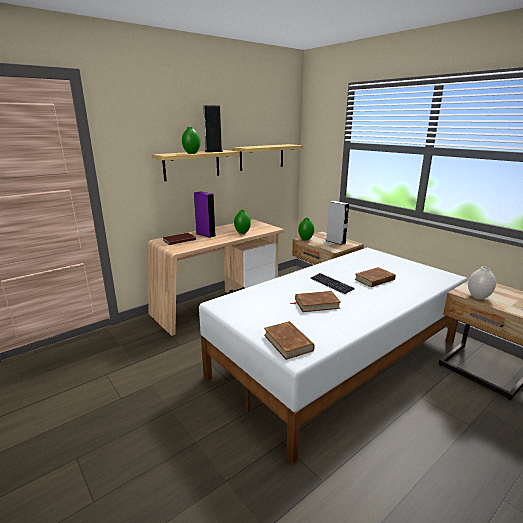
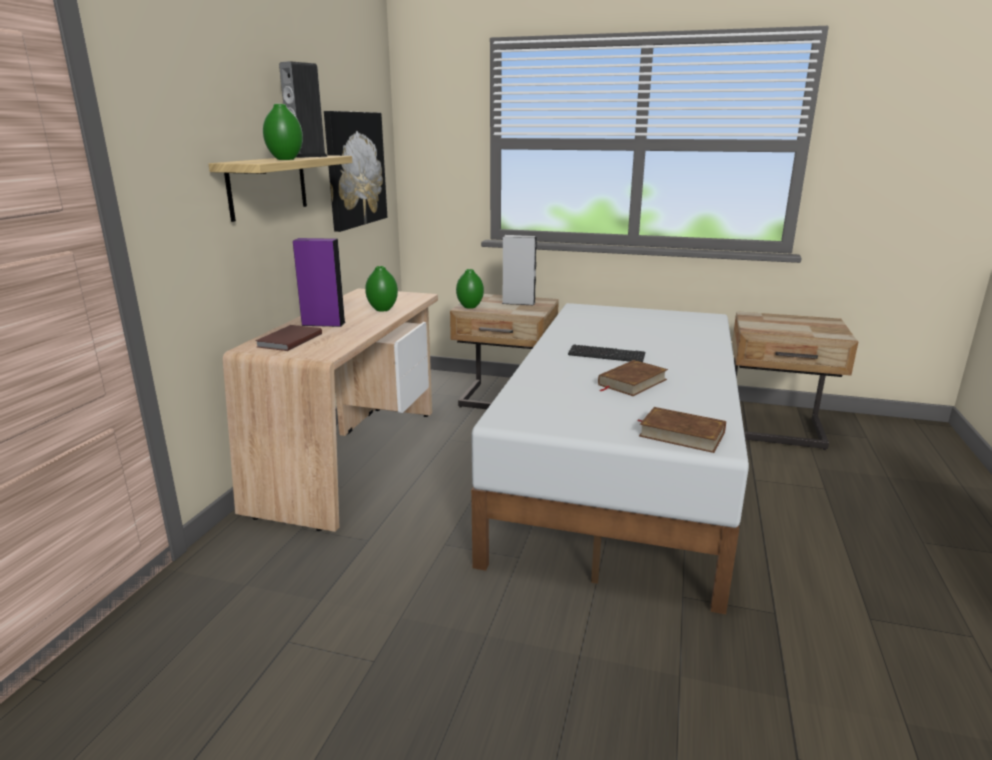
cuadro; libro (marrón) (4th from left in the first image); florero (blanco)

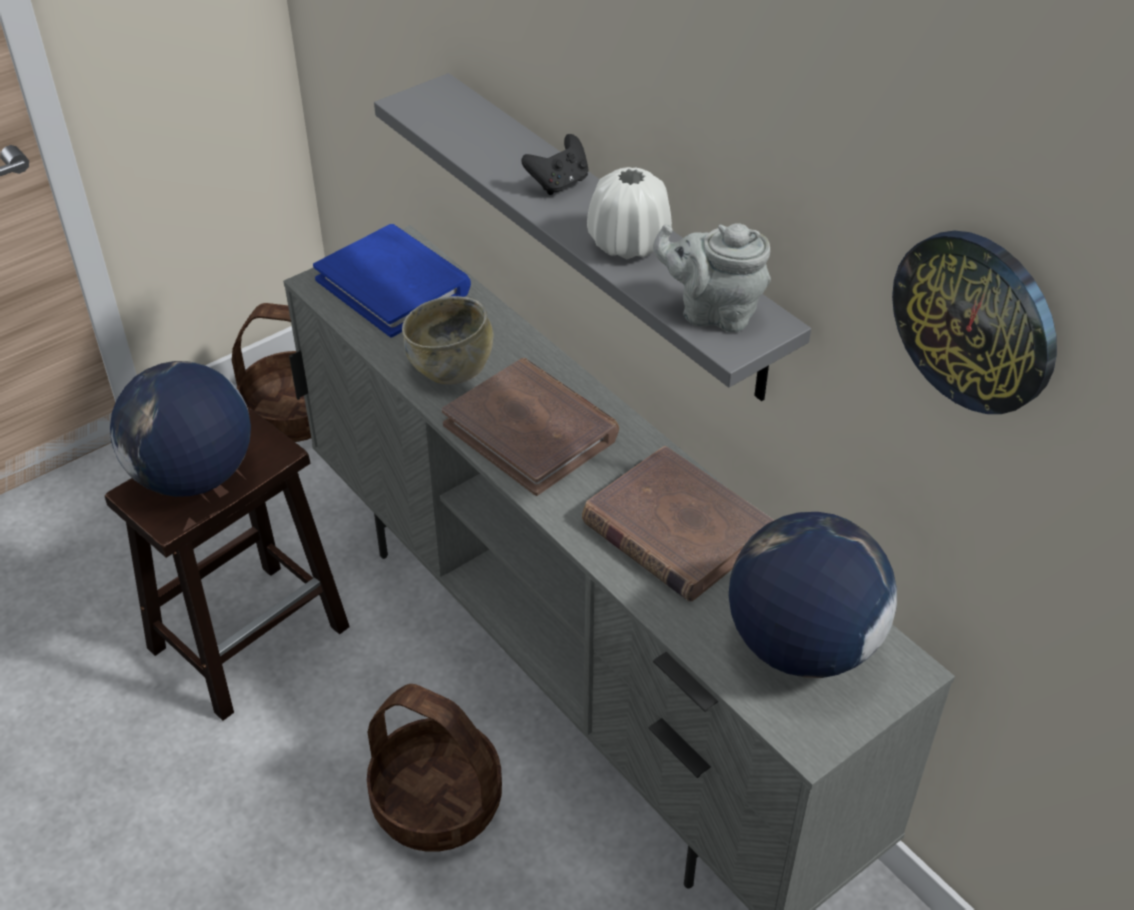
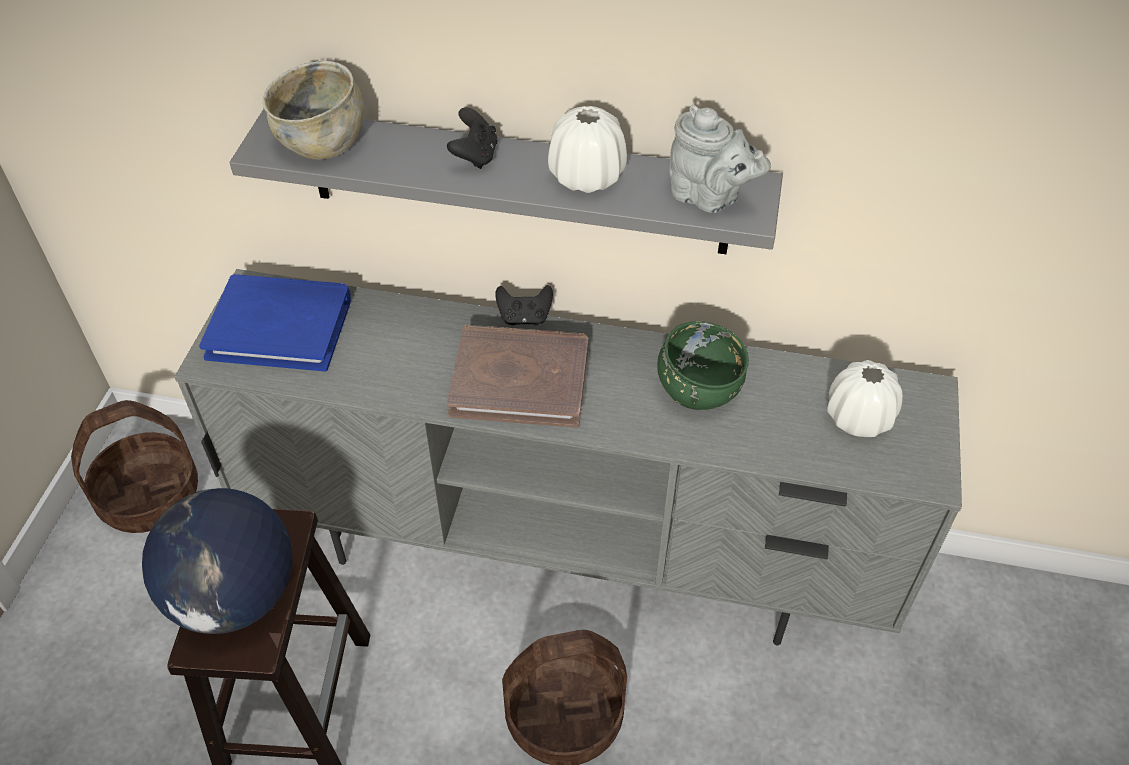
cuenco (beis); cuenco (verde); tetera (gris); florero (blanco) (2nd from left); reloj de pared; mando de consola (negro) (2nd from left)

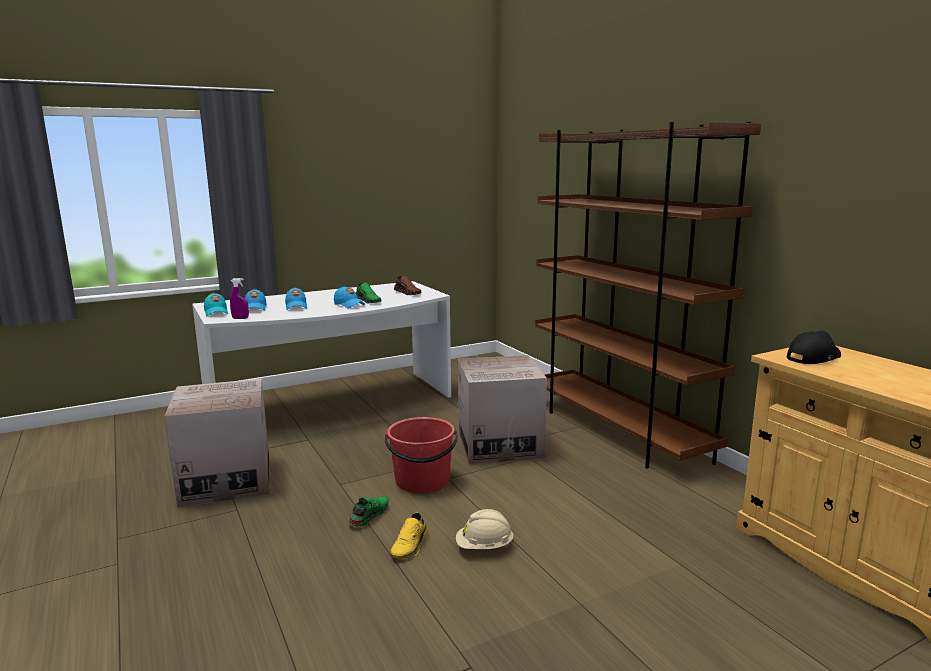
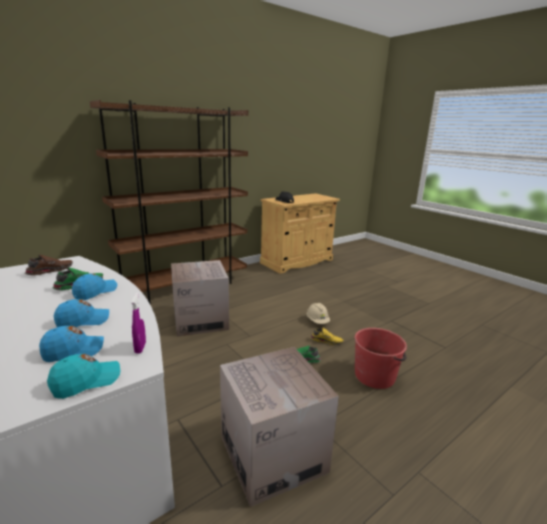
cubo (rojo)

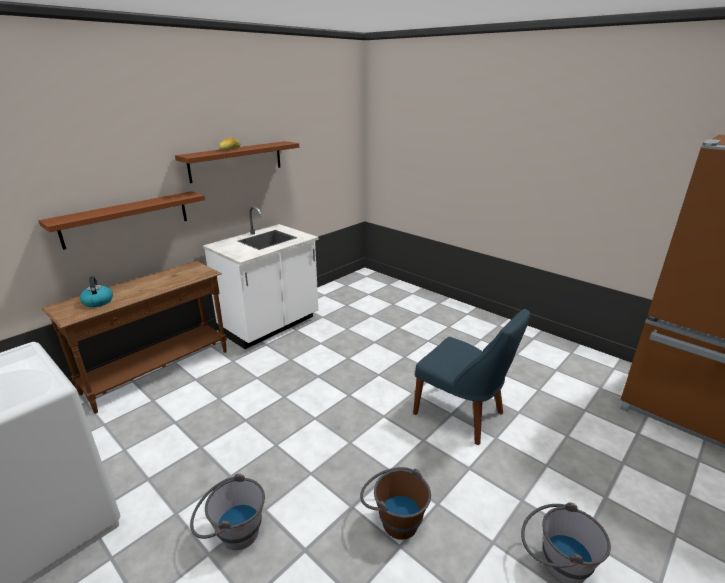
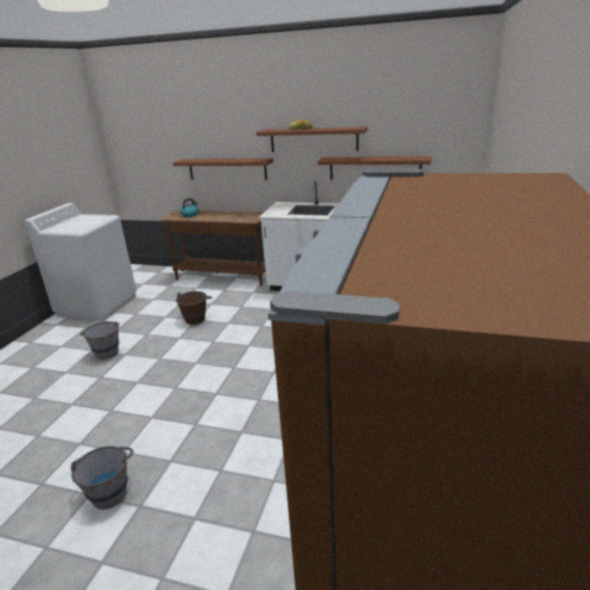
cubo (marrón); silla (azul); estante (marrón) (3rd from left)

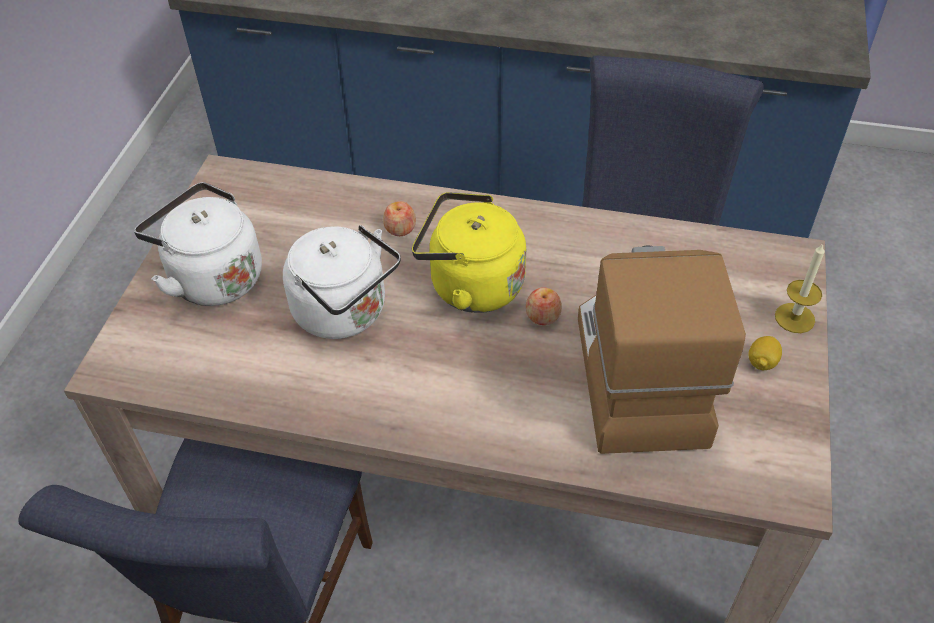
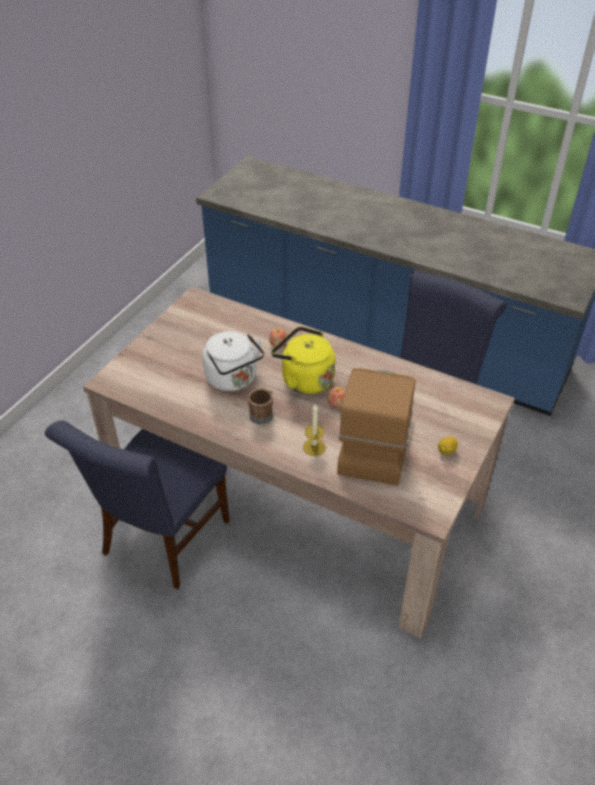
hervidor (blanco) (1st from left in the first image); vela; taza grande (marrón)

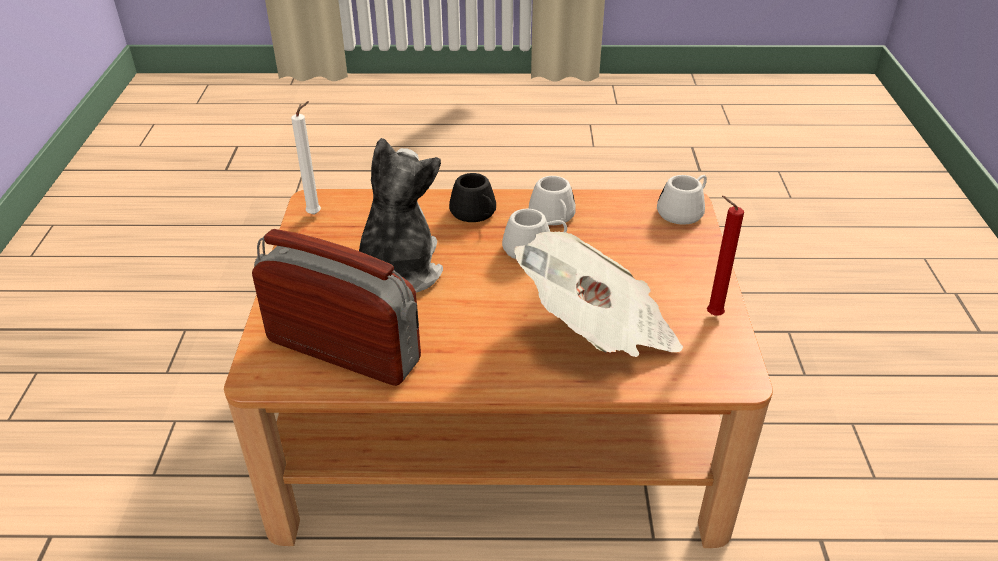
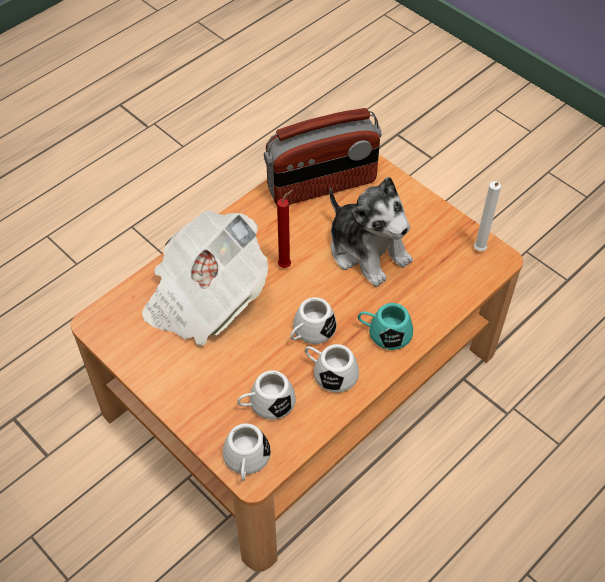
taza grande (turquesa); vela (rojo); taza grande (blanco) (2nd from left)

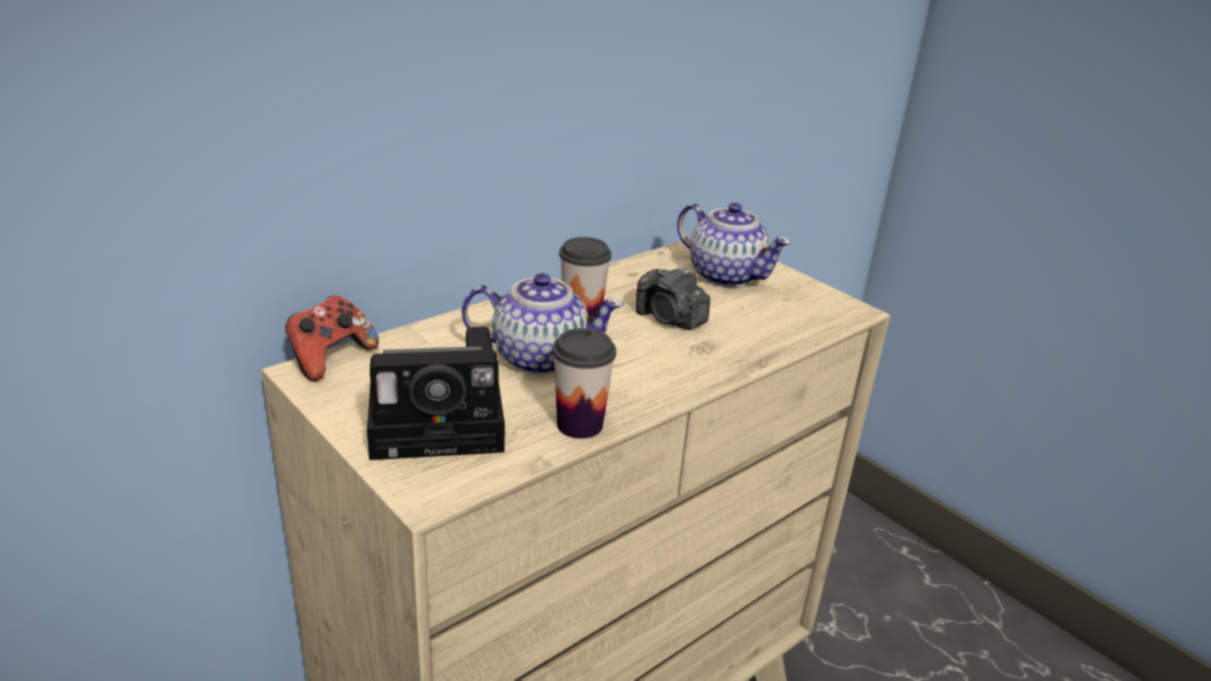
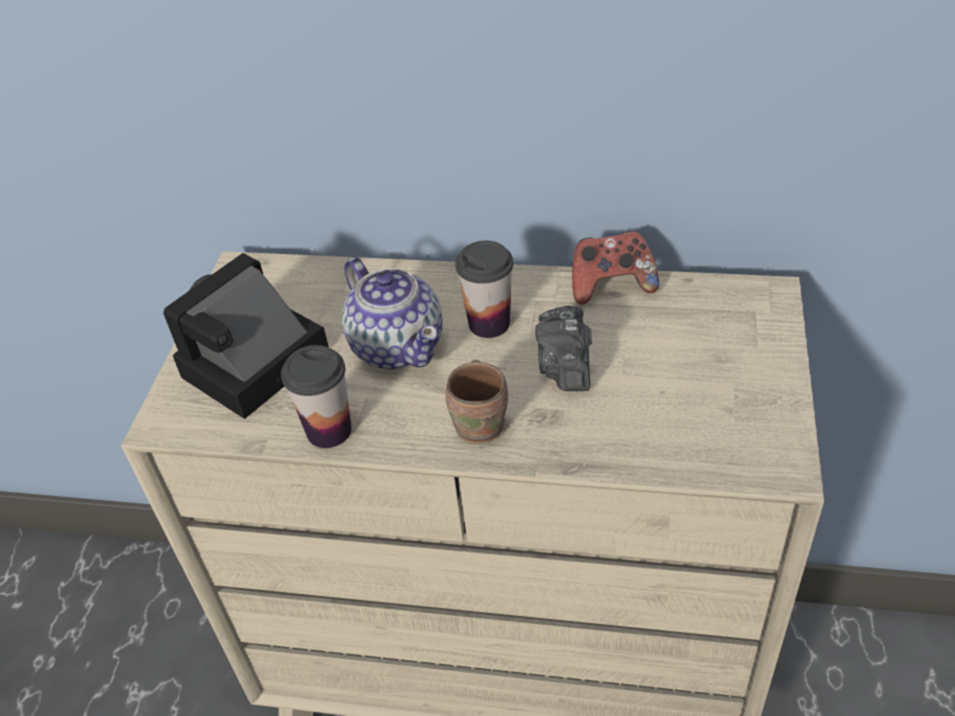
mando de consola; cámara (1st from left); tetera (2nd from left in the first image); taza grande (marrón)

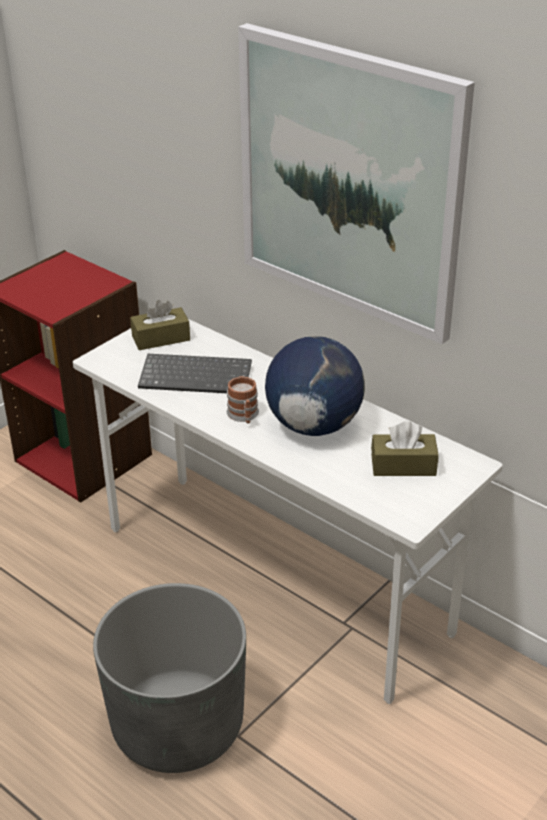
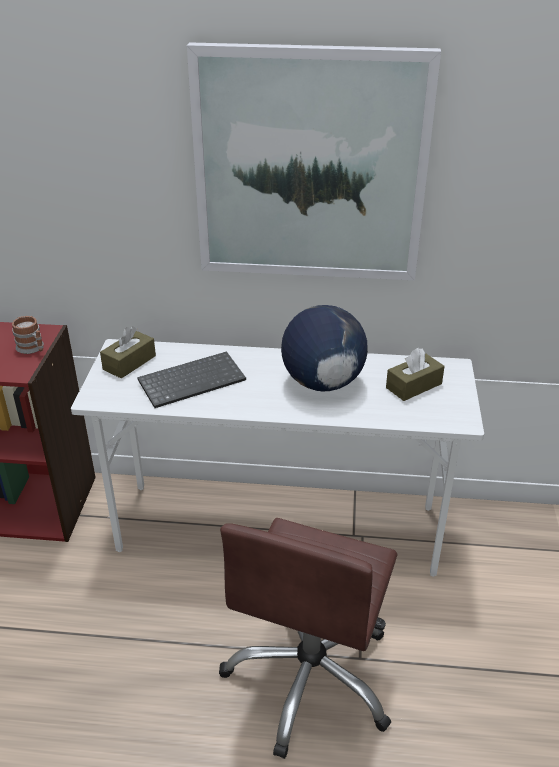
silla de oficina (marrón); taza grande

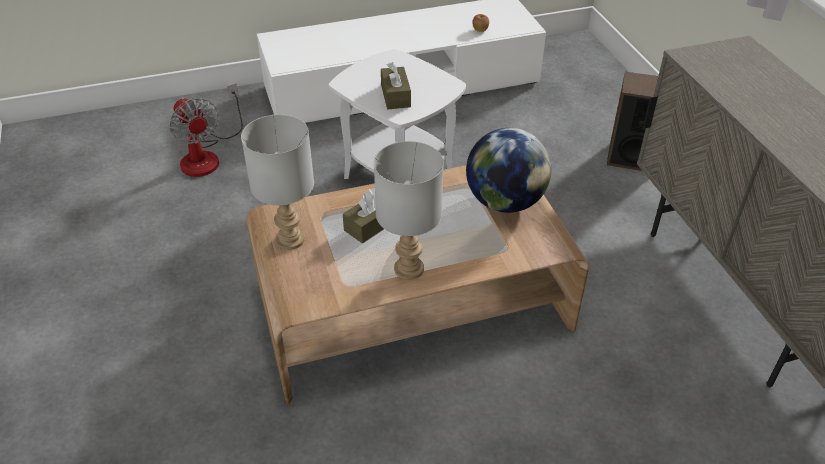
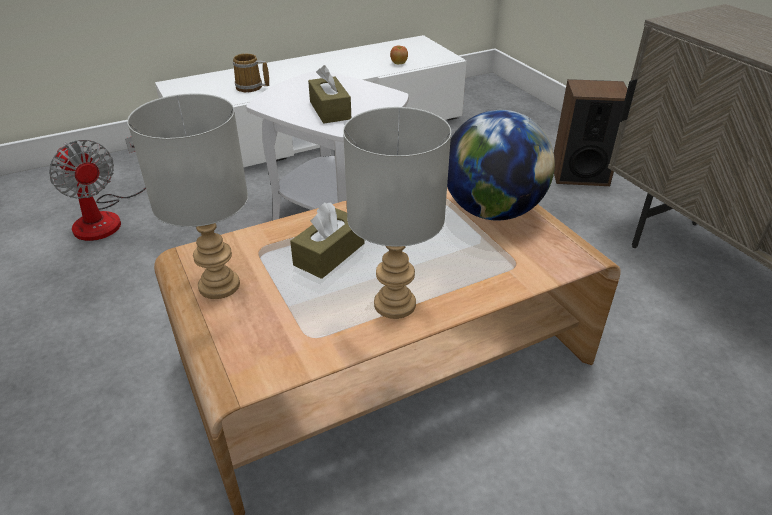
taza grande

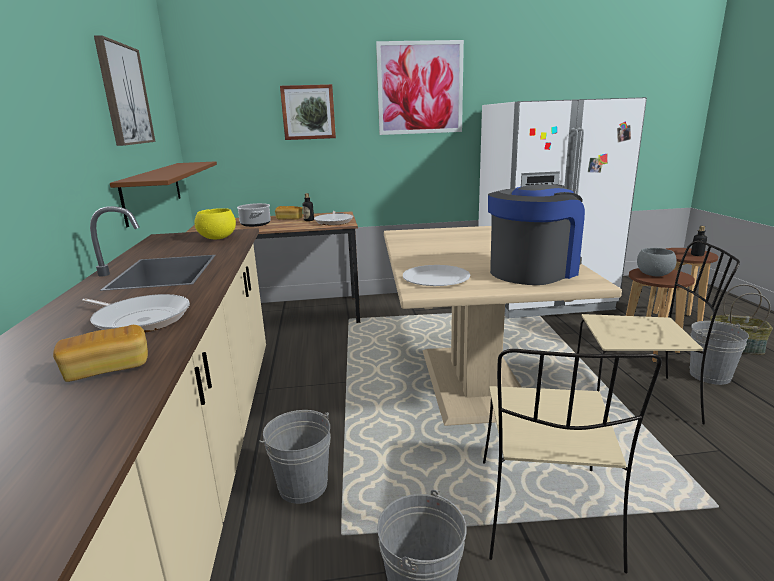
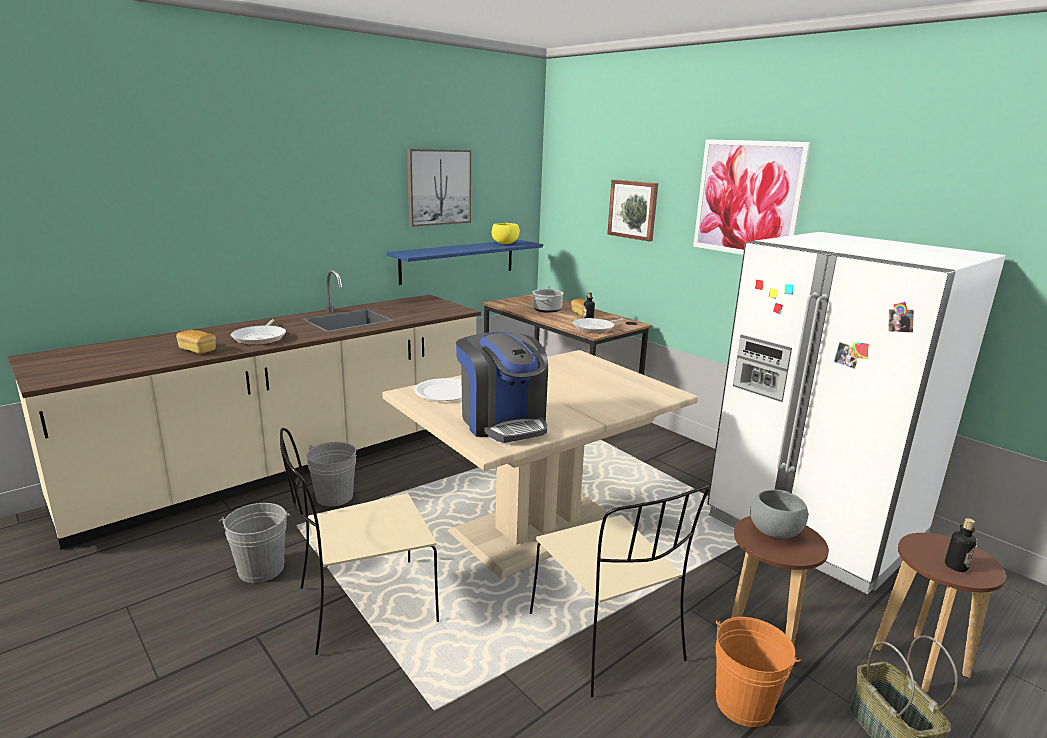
estante (azul); cuenco (amarillo); cafetera; cubo (naranja)

